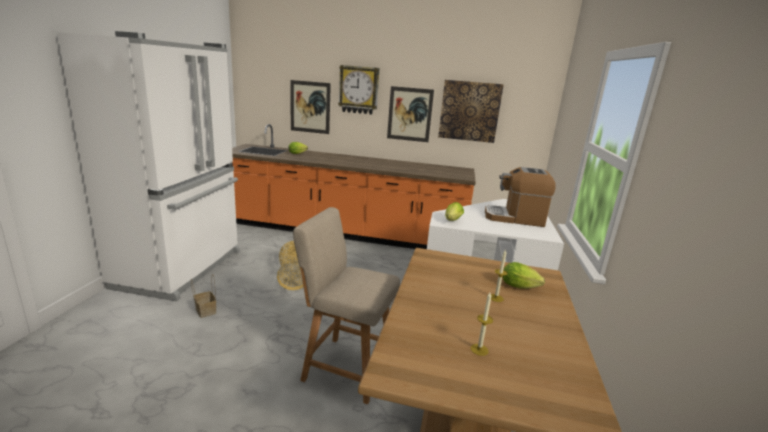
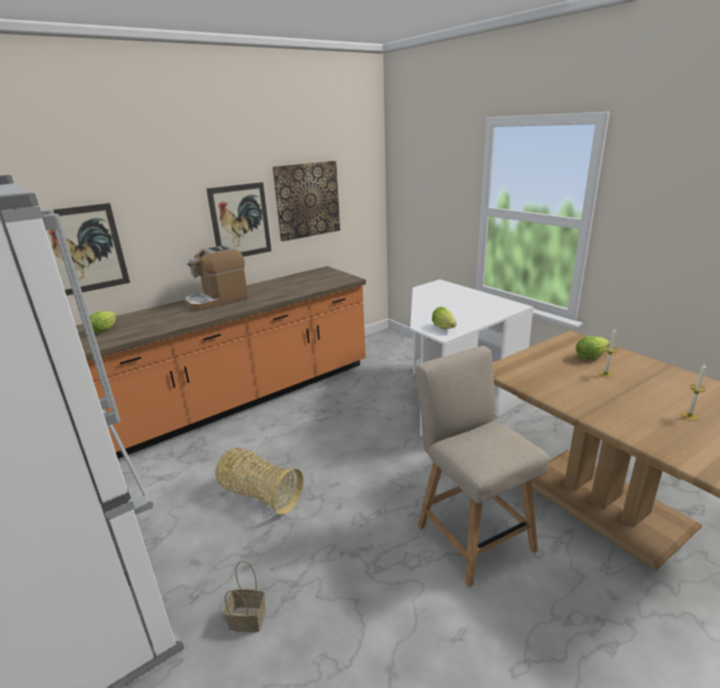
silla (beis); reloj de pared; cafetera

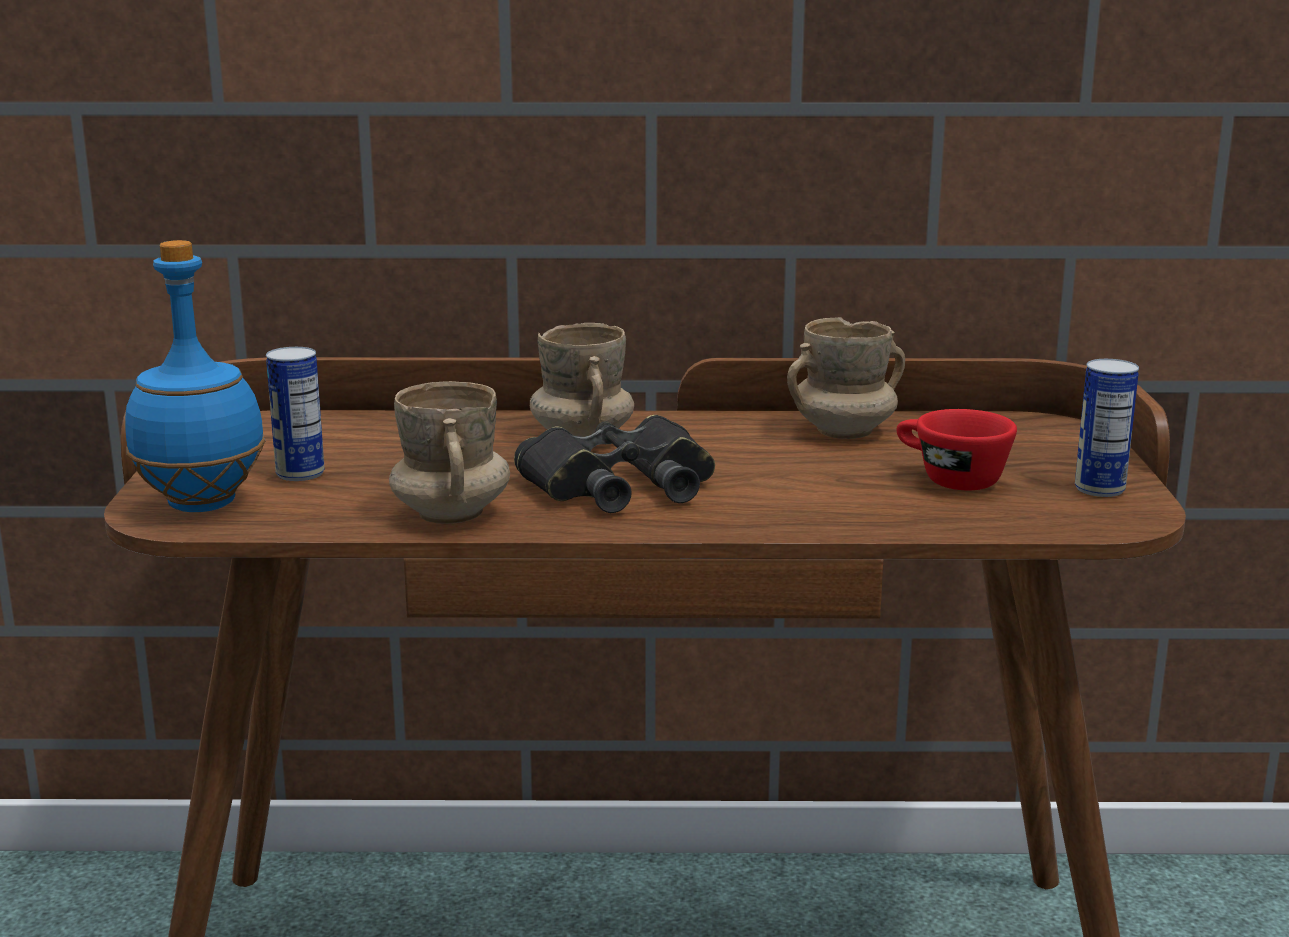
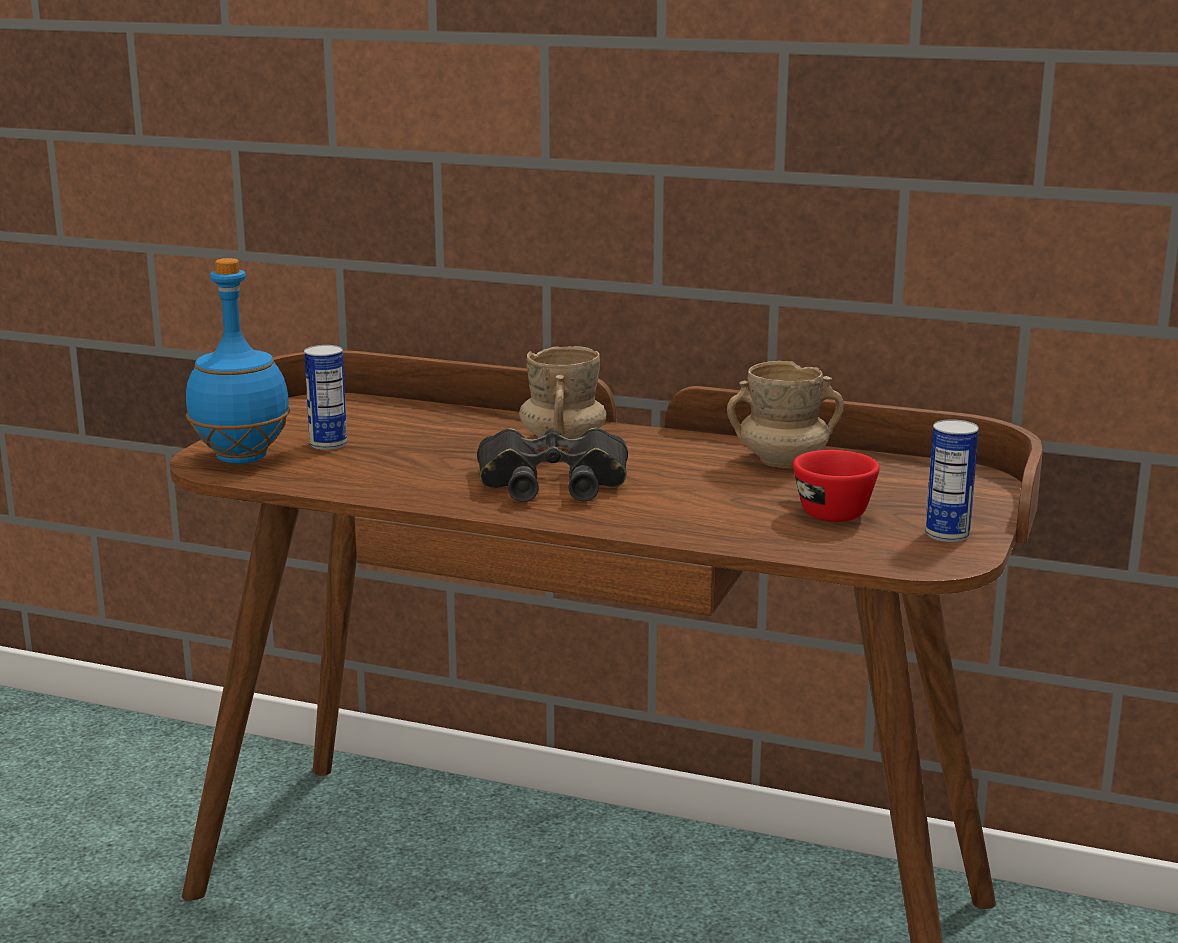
taza grande (beis) (1st from left in the first image)

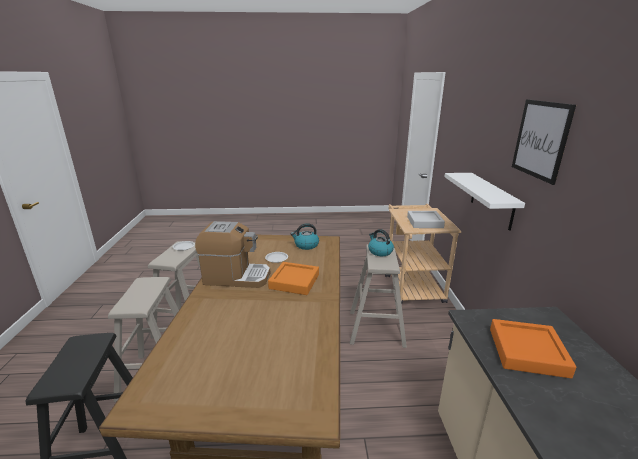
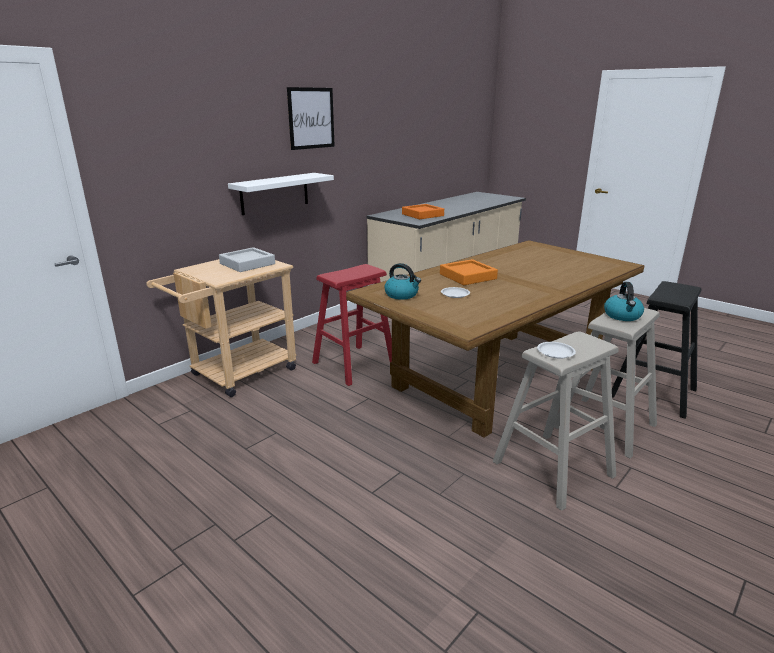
cafetera; taburete (rojo); hervidor (2nd from left)

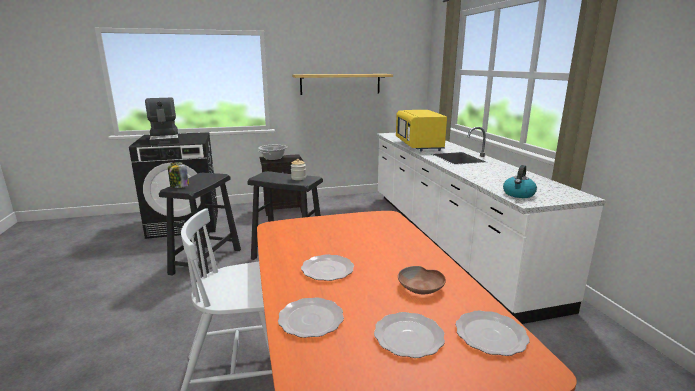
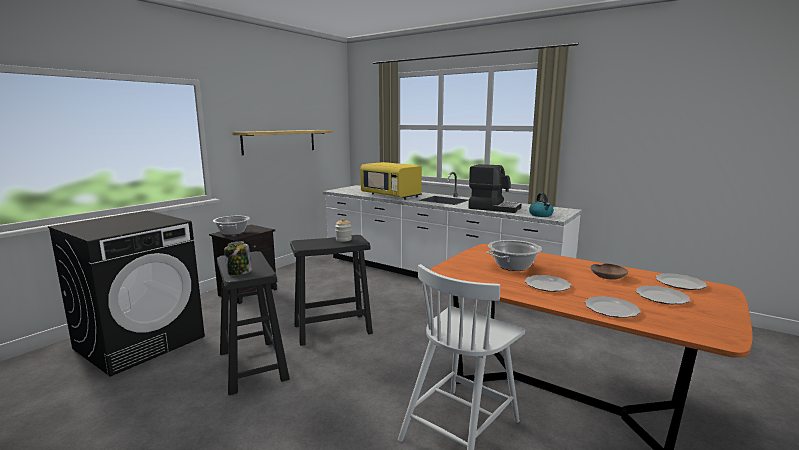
cafetera; olla (2nd from left)

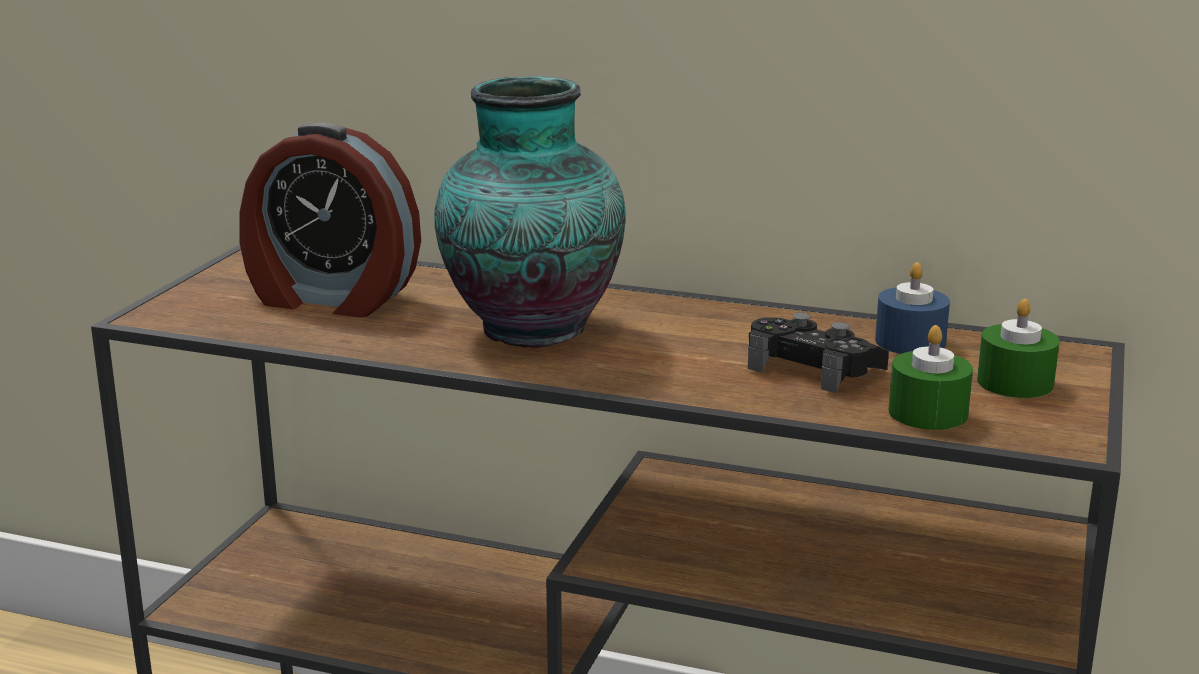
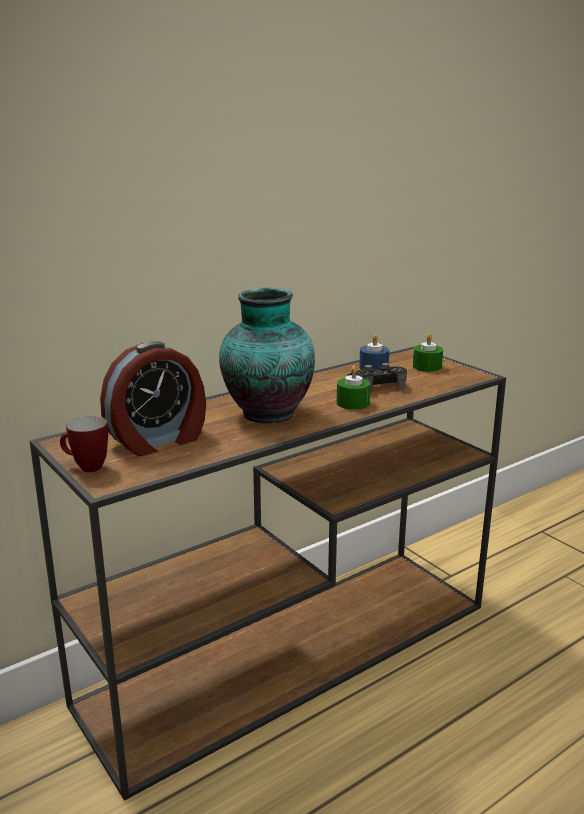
vela (verde) (1st from left); taza grande

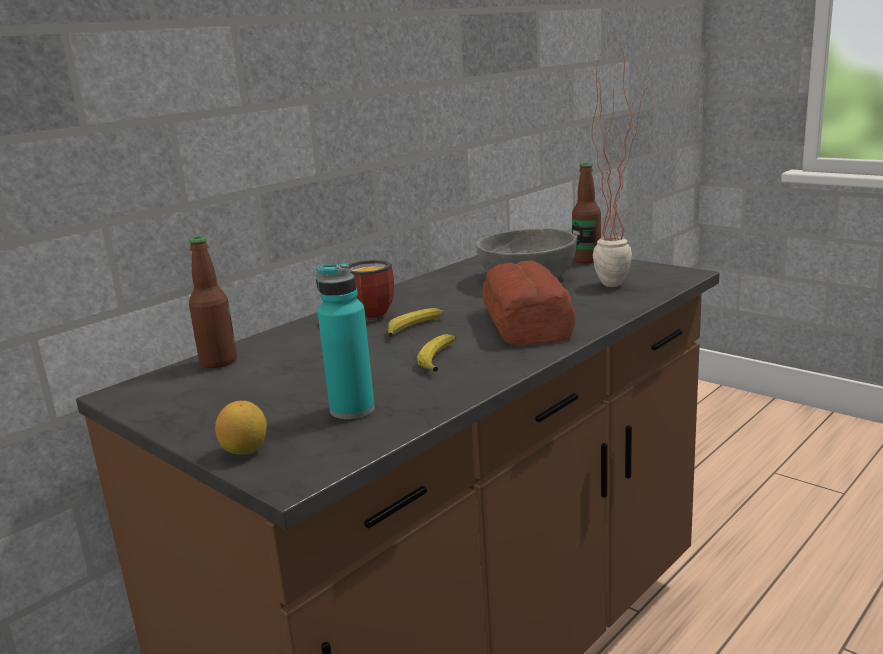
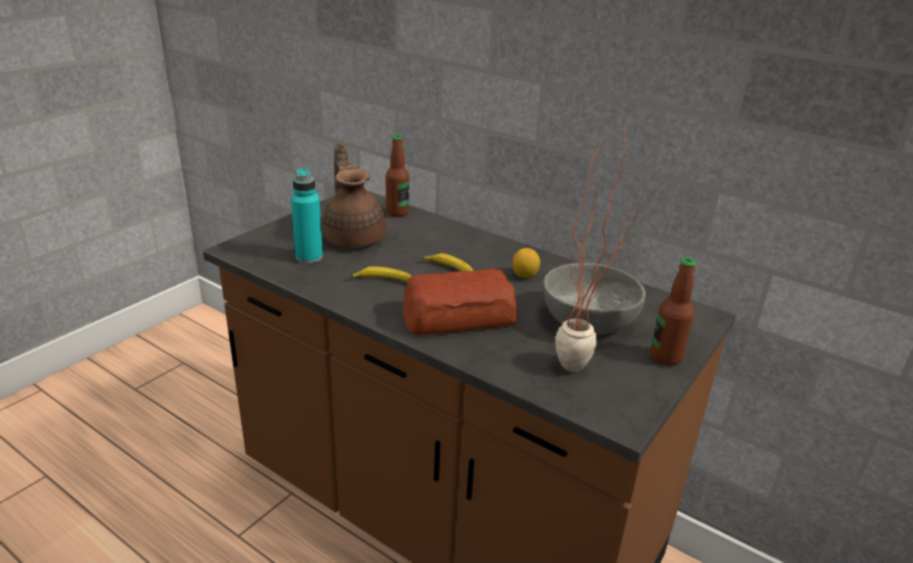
limón; taza grande; tetera (marrón)

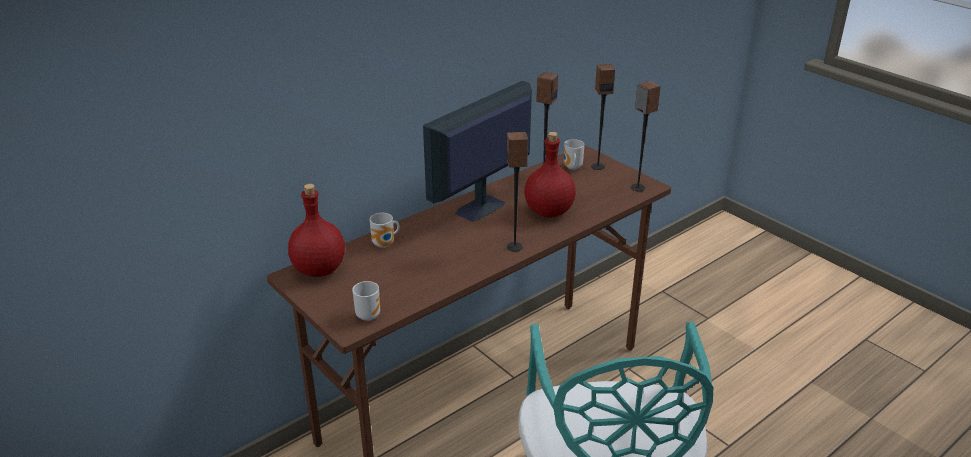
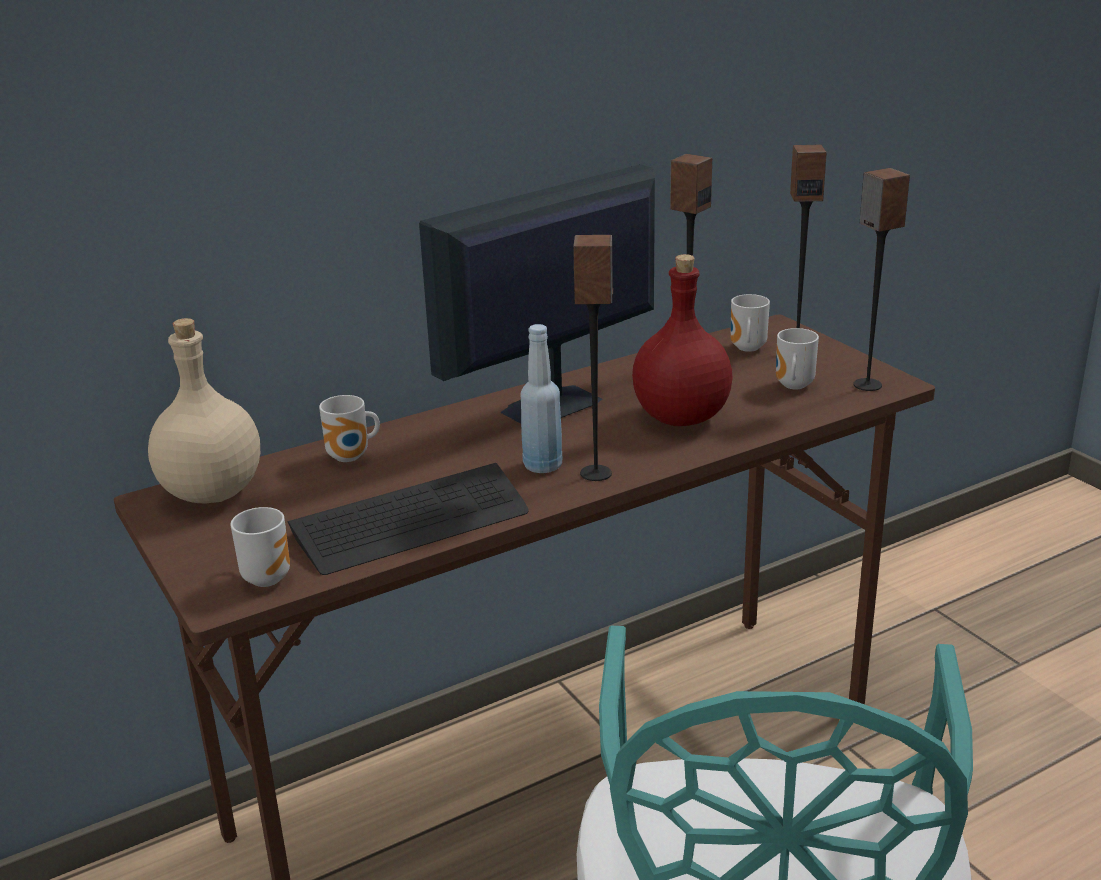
botella (beis); teclado; botella (azul); taza grande (4th from left)

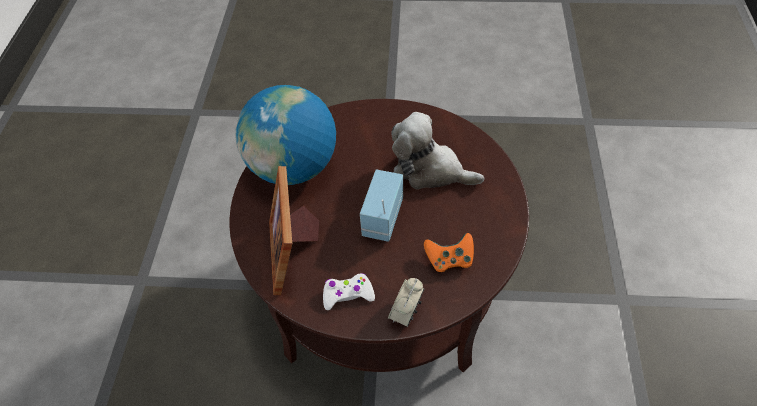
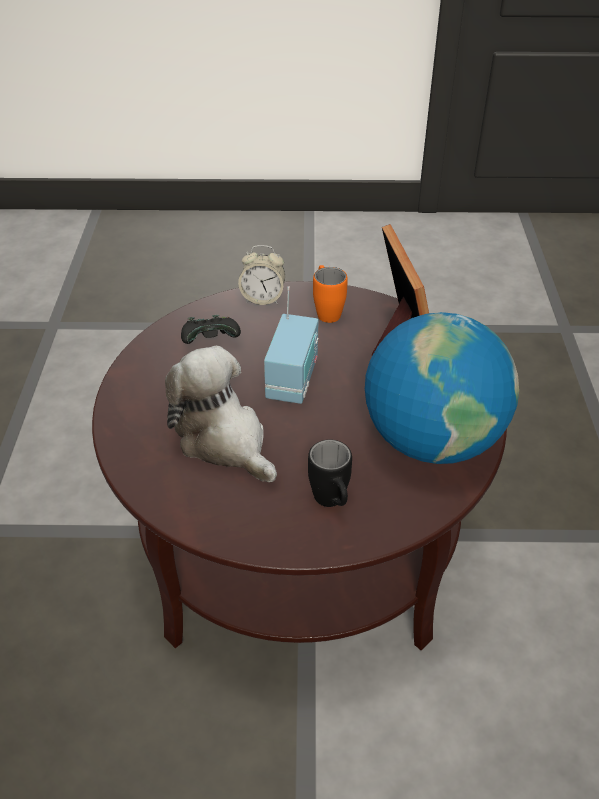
taza grande (naranja); despertador; peluche; mando de consola (negro); taza grande (negro)

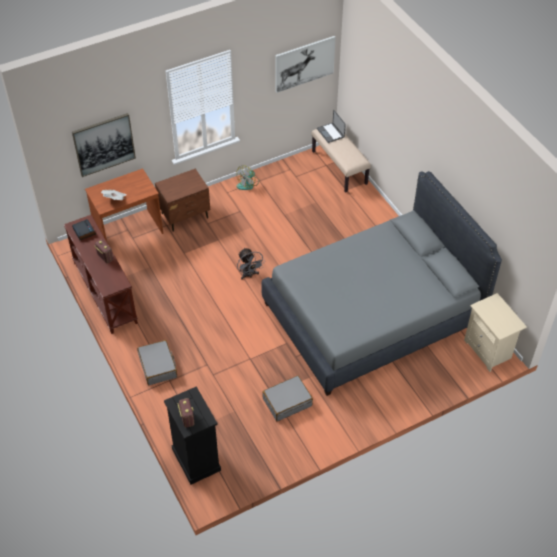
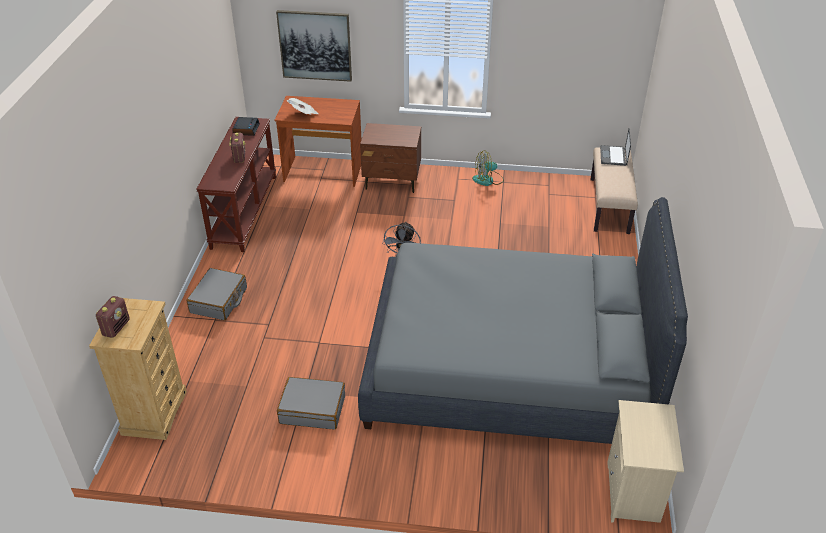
cómoda (beis); cuadro (2nd from left in the first image)

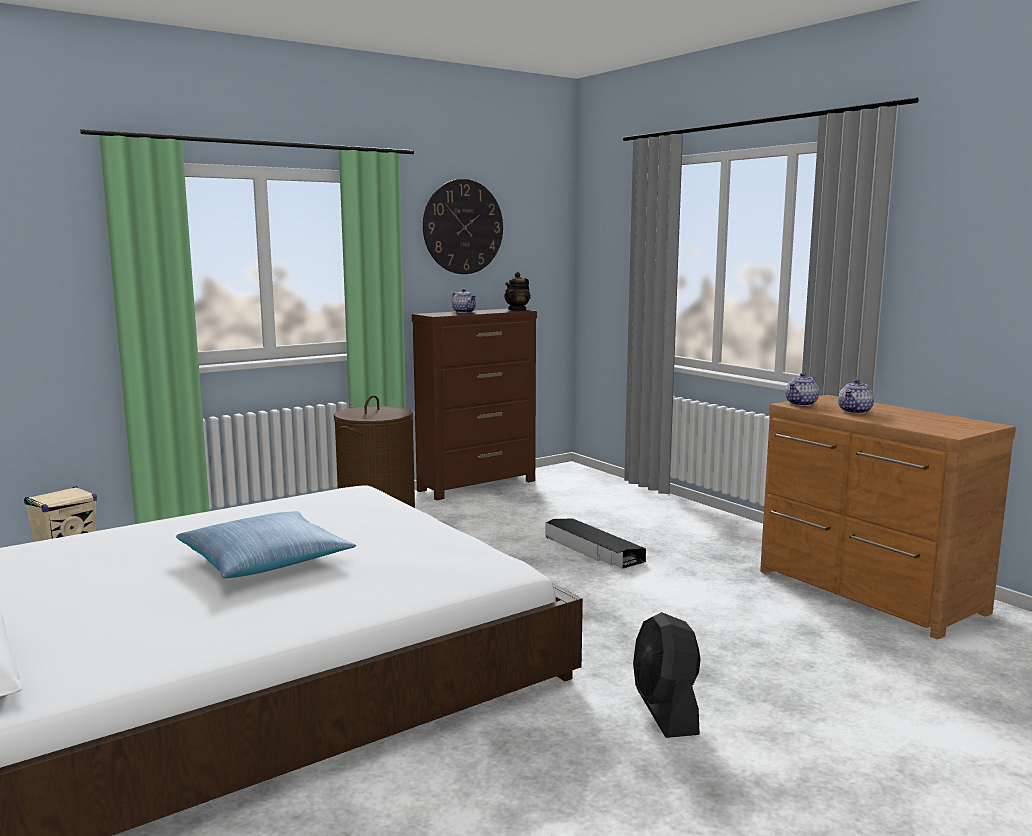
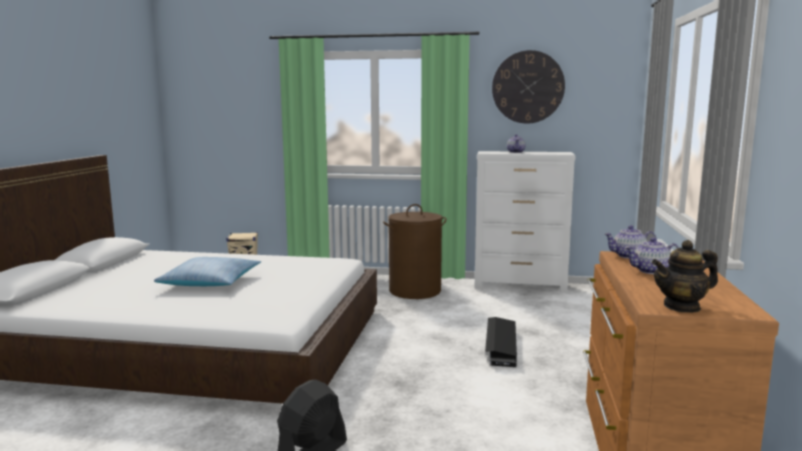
cómoda (blanco); tetera (4th from left)

